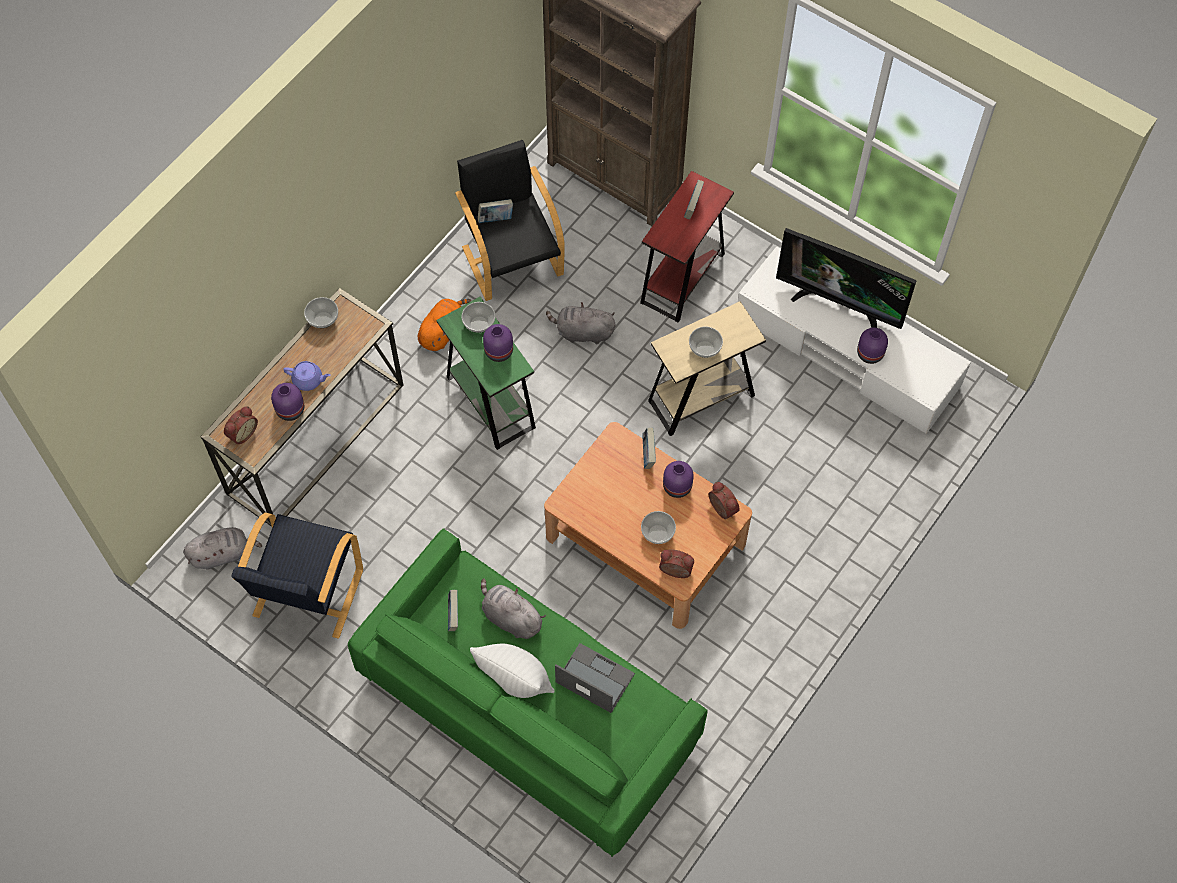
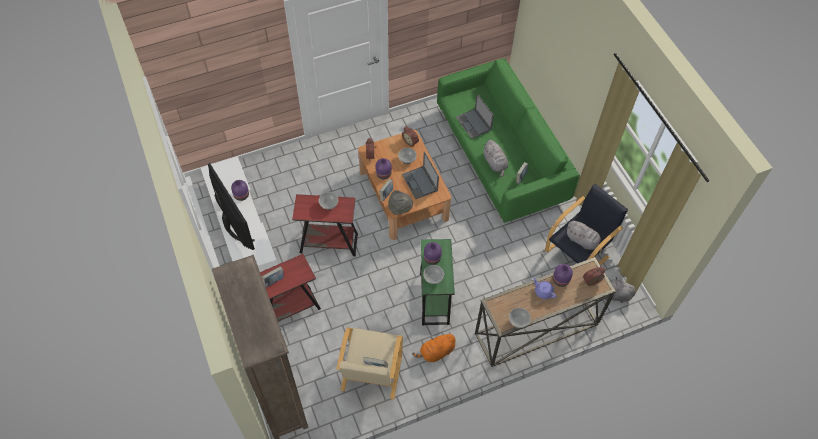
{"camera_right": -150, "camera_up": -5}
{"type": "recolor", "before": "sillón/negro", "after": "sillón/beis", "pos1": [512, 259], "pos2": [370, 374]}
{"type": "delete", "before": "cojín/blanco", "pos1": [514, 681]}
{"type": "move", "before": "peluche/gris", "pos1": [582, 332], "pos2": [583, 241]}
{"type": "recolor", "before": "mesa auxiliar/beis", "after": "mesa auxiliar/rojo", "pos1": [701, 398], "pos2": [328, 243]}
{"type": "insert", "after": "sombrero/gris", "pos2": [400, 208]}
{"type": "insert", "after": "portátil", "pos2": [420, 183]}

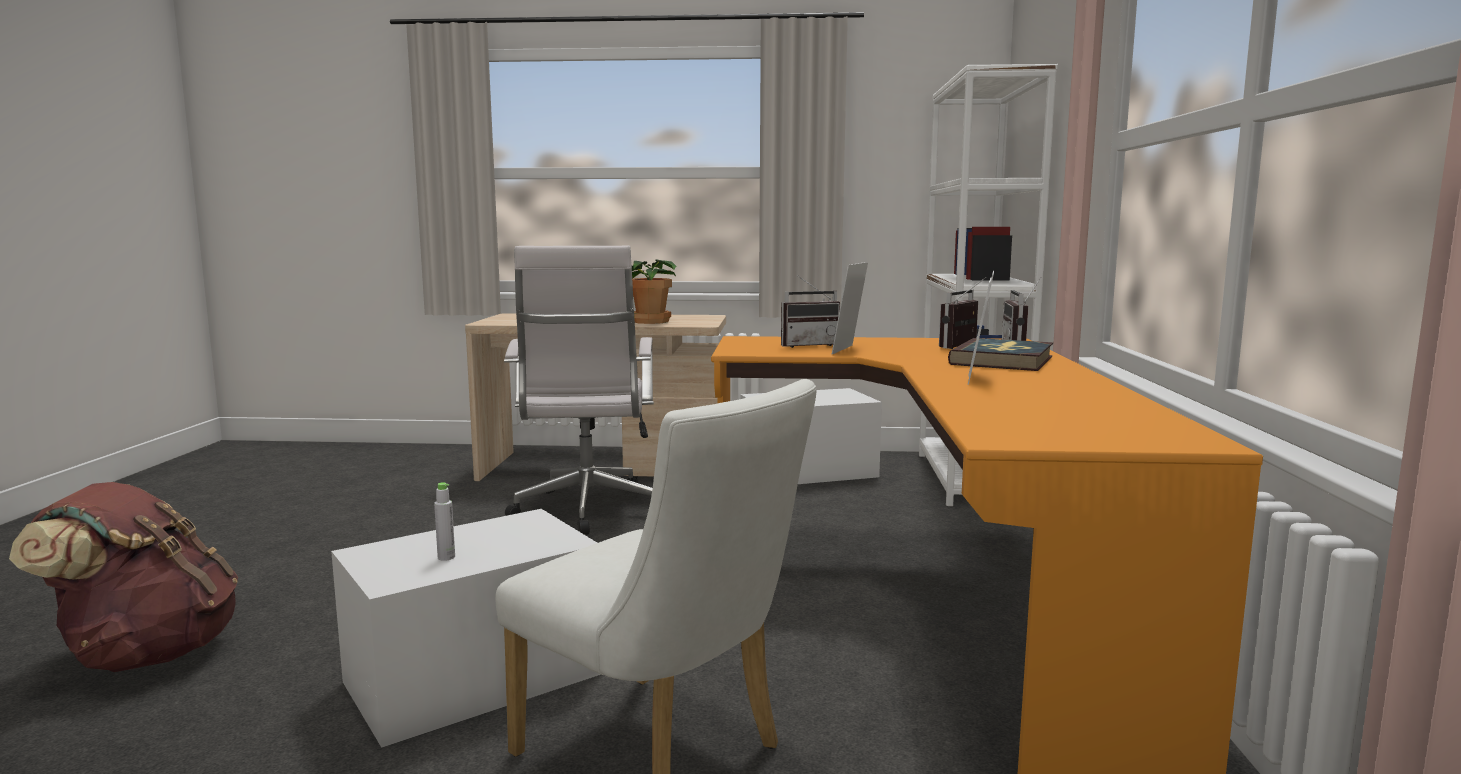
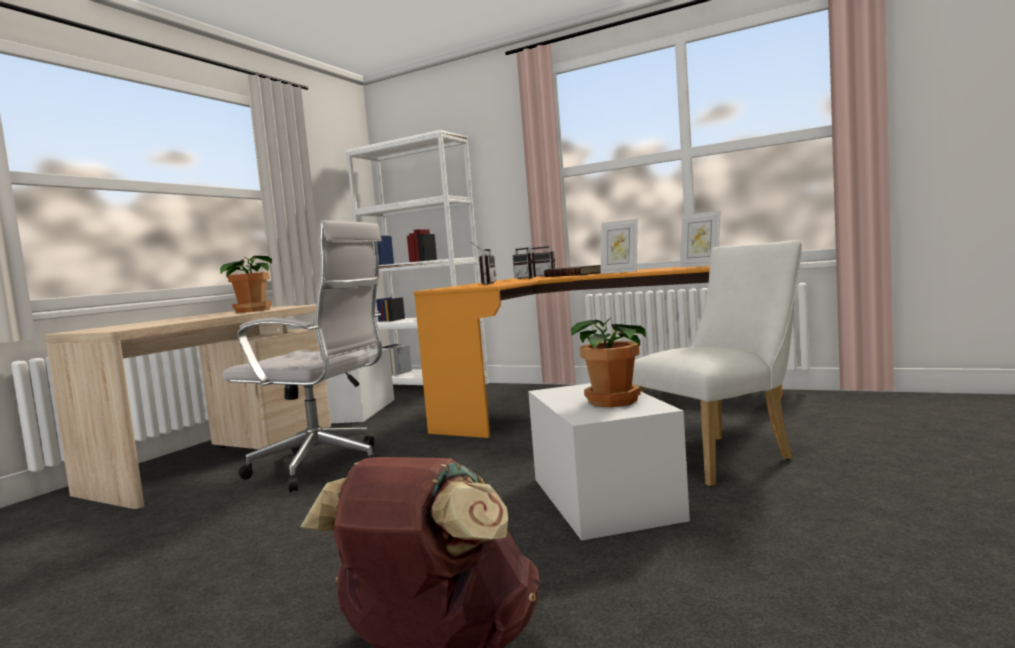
{"camera_right": -65, "camera_up": -5}
{"type": "replace", "before": "botella/gris", "after": "planta en maceta", "pos1": [446, 557], "pos2": [615, 401]}
{"type": "move", "before": "portarretratos", "pos1": [849, 350], "pos2": [701, 266]}

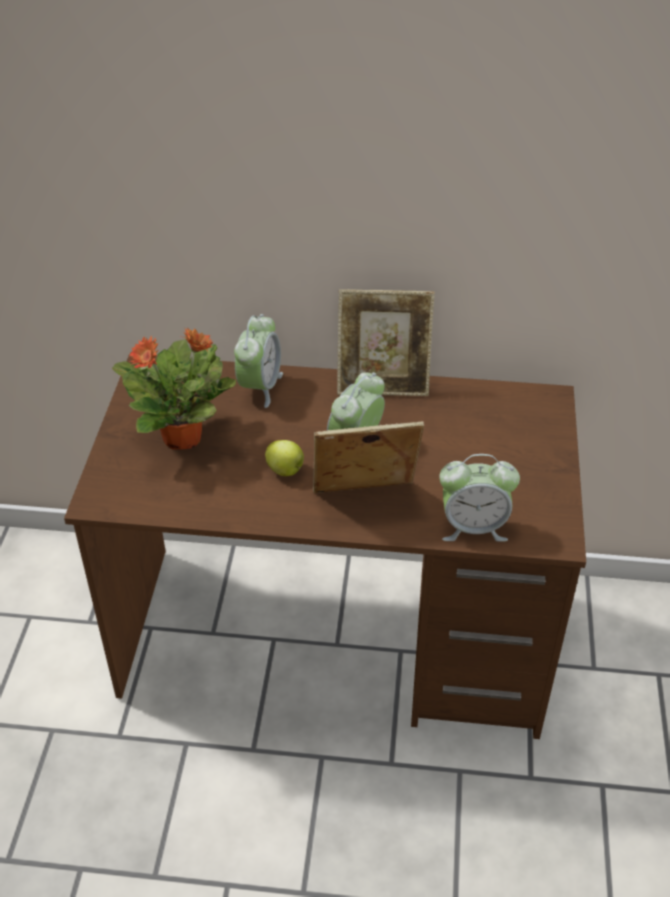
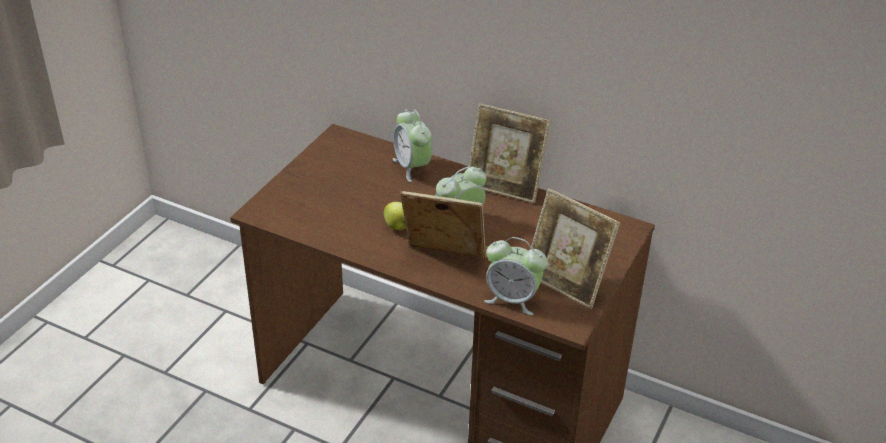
{"camera_right": 20, "camera_up": -5}
{"type": "delete", "before": "planta en maceta", "pos1": [184, 437]}
{"type": "rotate", "before": "despertador", "pos1": [260, 387], "pos2": [412, 167], "turn": 120}
{"type": "insert", "after": "portarretratos", "pos2": [565, 284]}

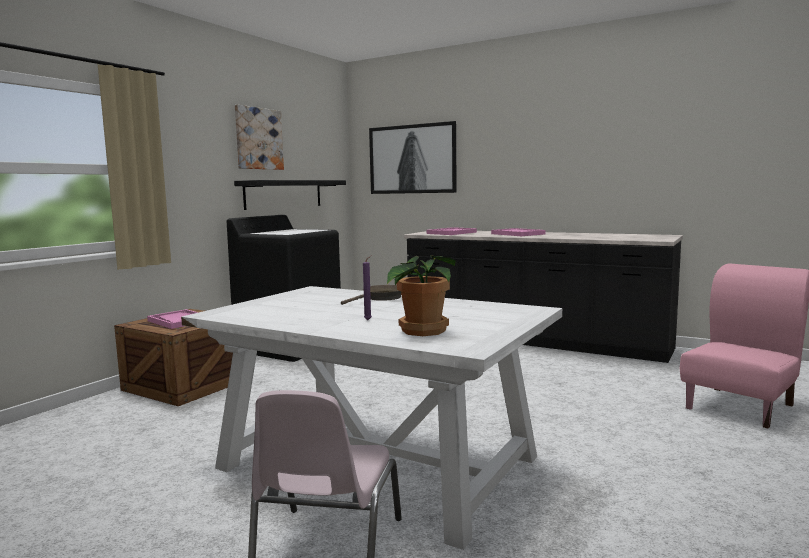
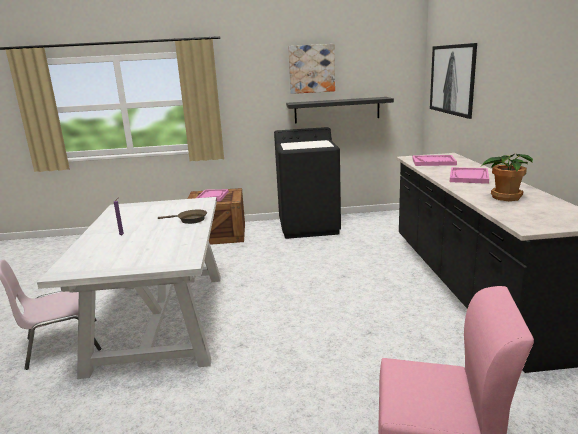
{"camera_right": 55, "camera_up": 10}
{"type": "move", "before": "planta en maceta", "pos1": [421, 331], "pos2": [505, 197]}

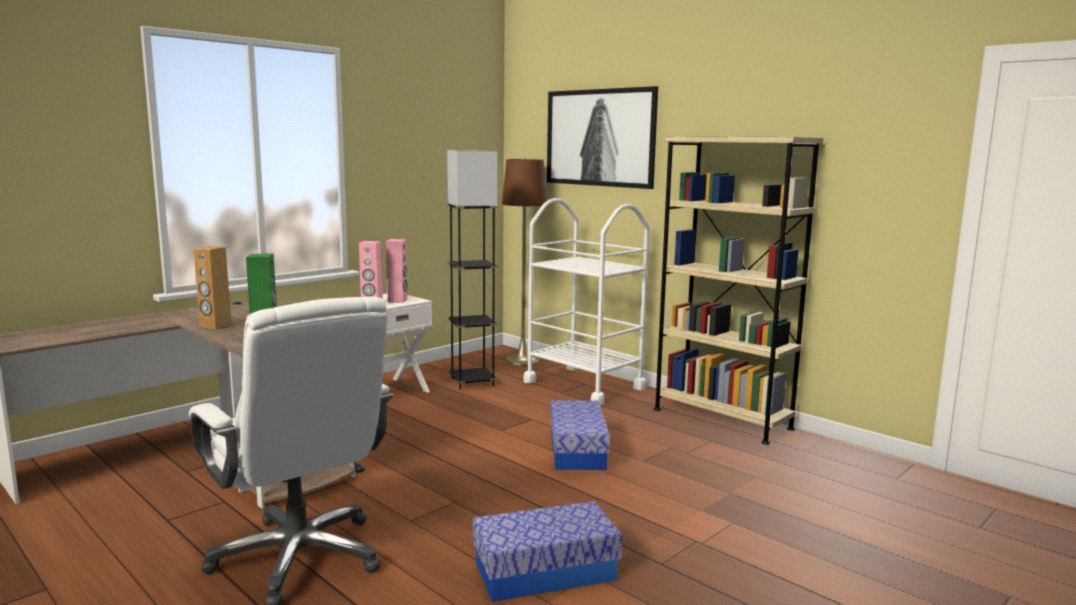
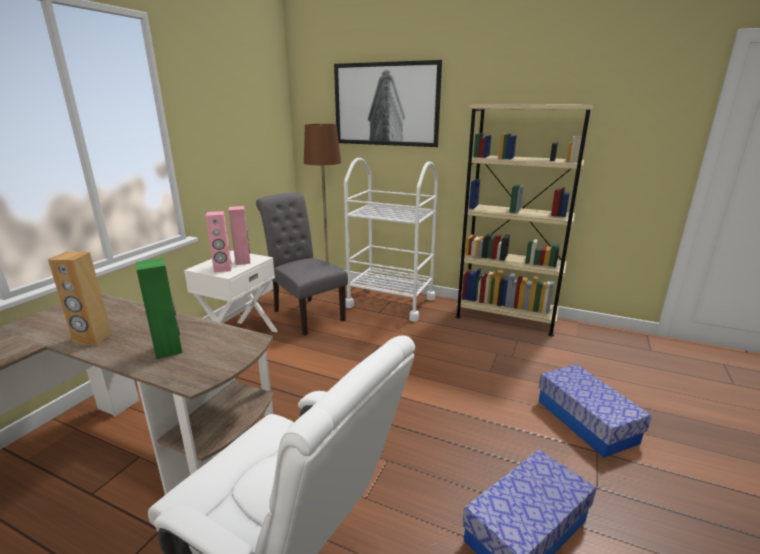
{"camera_right": -20, "camera_up": 10}
{"type": "replace", "before": "lámpara de pie/gris", "after": "silla/gris", "pos1": [472, 382], "pos2": [305, 314]}
{"type": "move", "before": "caja de almacenaje", "pos1": [577, 450], "pos2": [586, 421]}

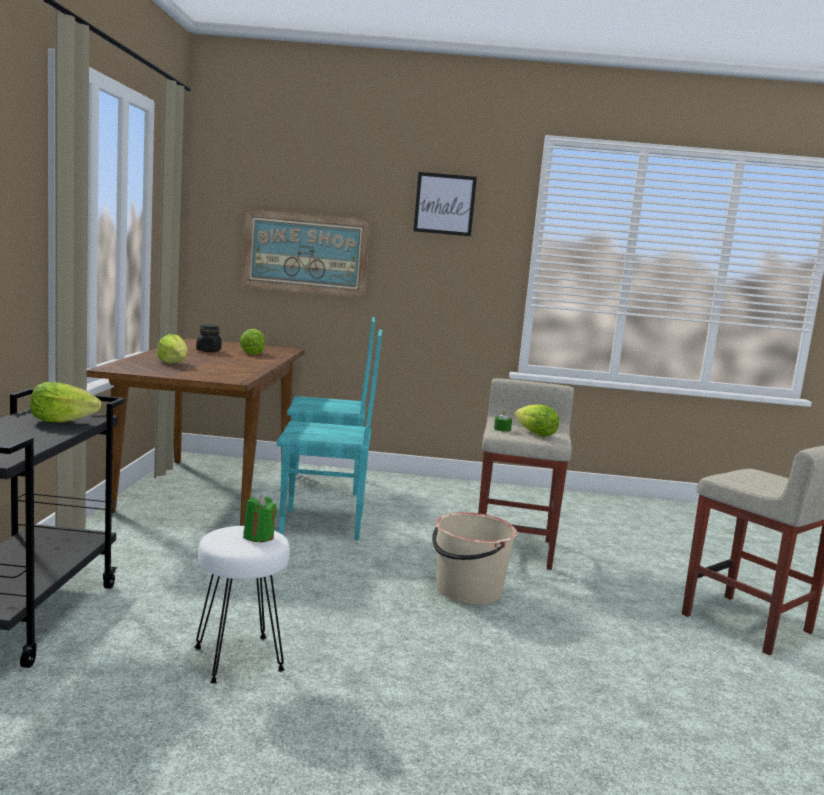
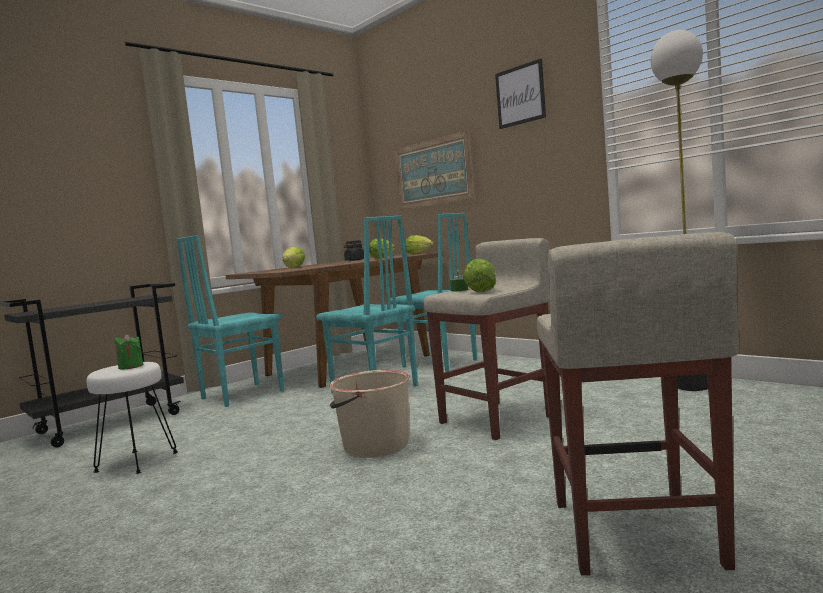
{"camera_right": 45, "camera_up": -5}
{"type": "move", "before": "lechuga", "pos1": [62, 421], "pos2": [418, 254]}
{"type": "insert", "after": "silla/turquesa", "pos2": [241, 394]}
{"type": "insert", "after": "lámpara de pie", "pos2": [693, 387]}

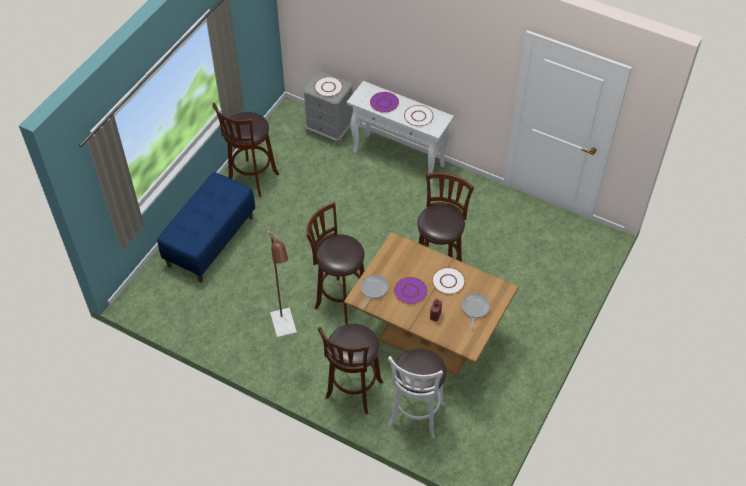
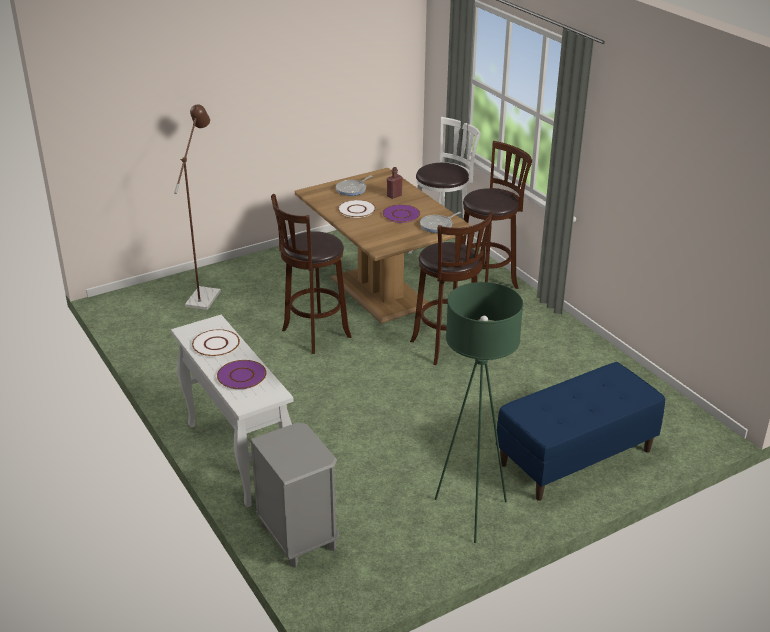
{"camera_right": -150, "camera_up": -20}
{"type": "replace", "before": "taburete/marrón", "after": "lámpara de pie/verde", "pos1": [251, 179], "pos2": [471, 513]}
{"type": "move", "before": "lámpara de pie/marrón", "pos1": [285, 328], "pos2": [205, 295]}
{"type": "delete", "before": "plato/blanco", "pos1": [328, 87]}

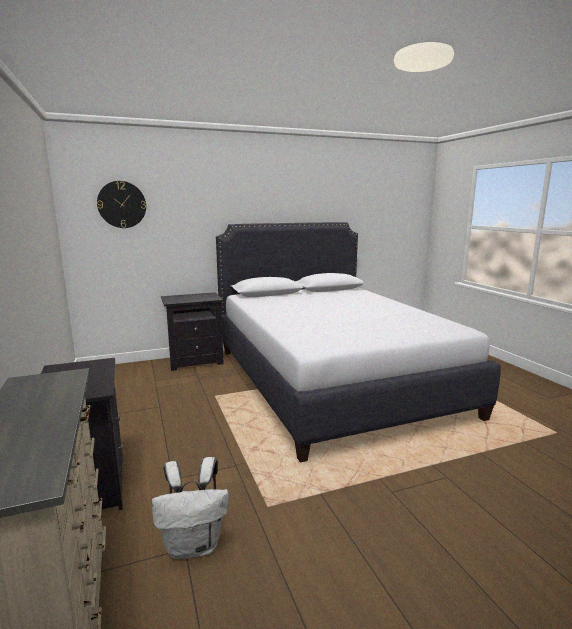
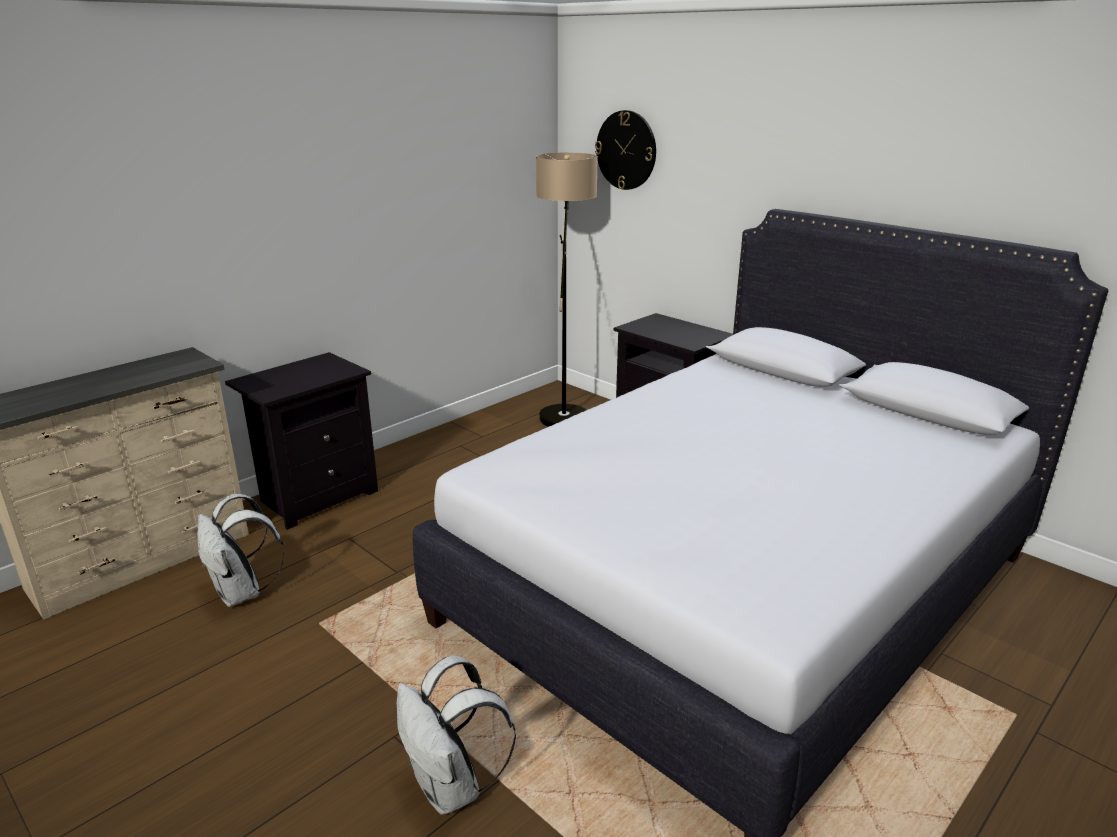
{"camera_right": 65, "camera_up": 10}
{"type": "insert", "after": "mochila/blanco", "pos2": [452, 788]}
{"type": "insert", "after": "lámpara de pie", "pos2": [565, 410]}

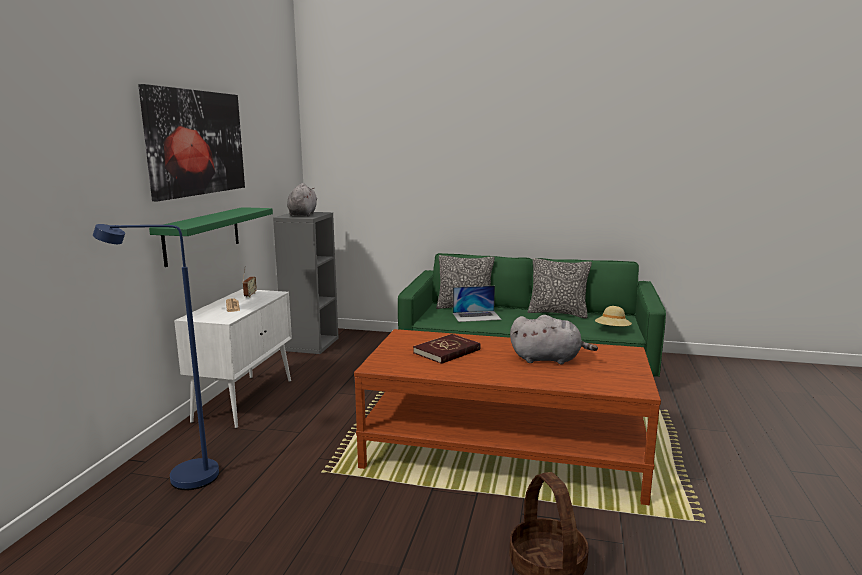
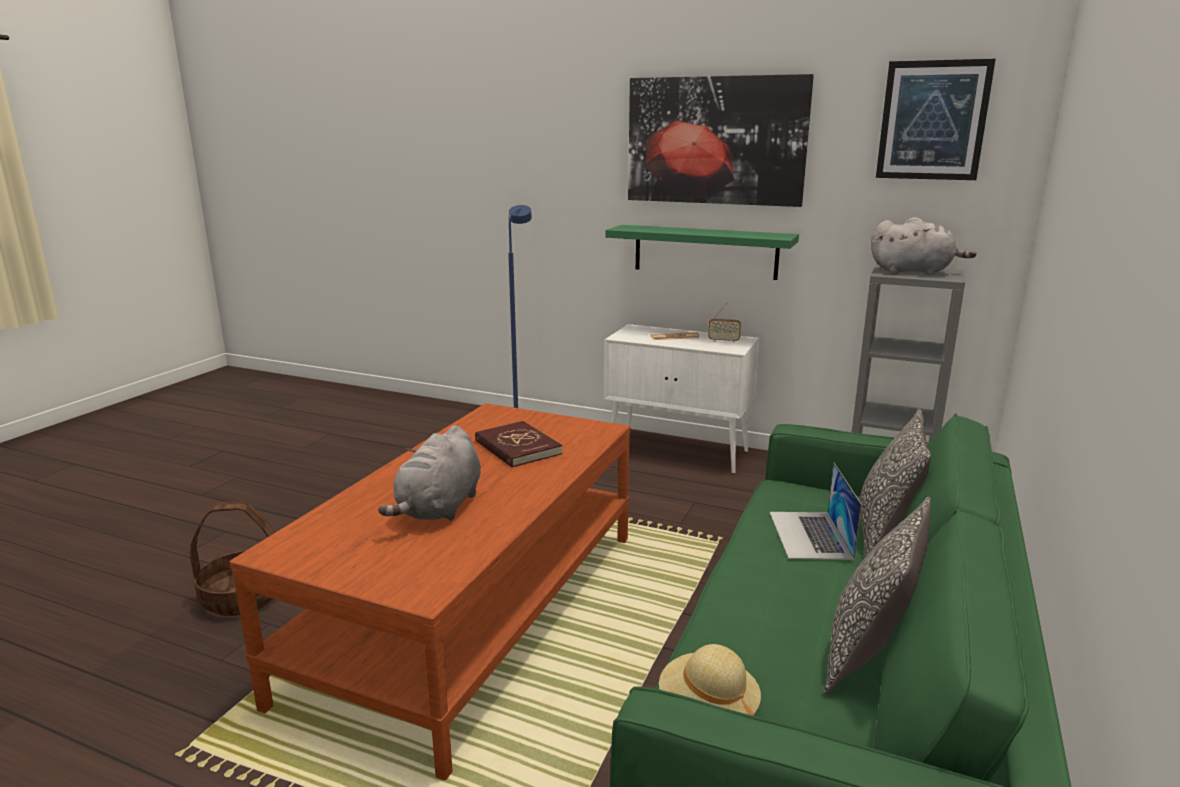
{"camera_right": 100, "camera_up": 5}
{"type": "insert", "after": "cuadro", "pos2": [932, 120]}

